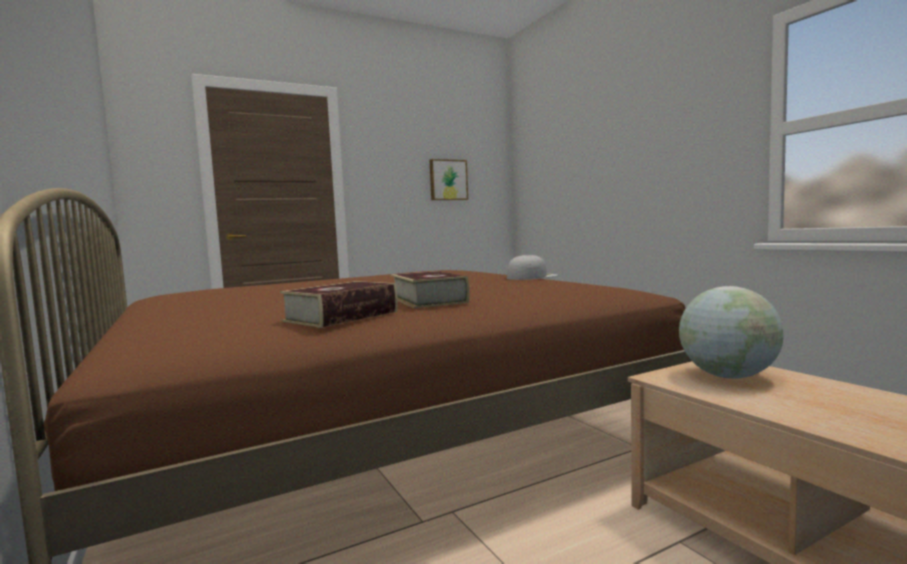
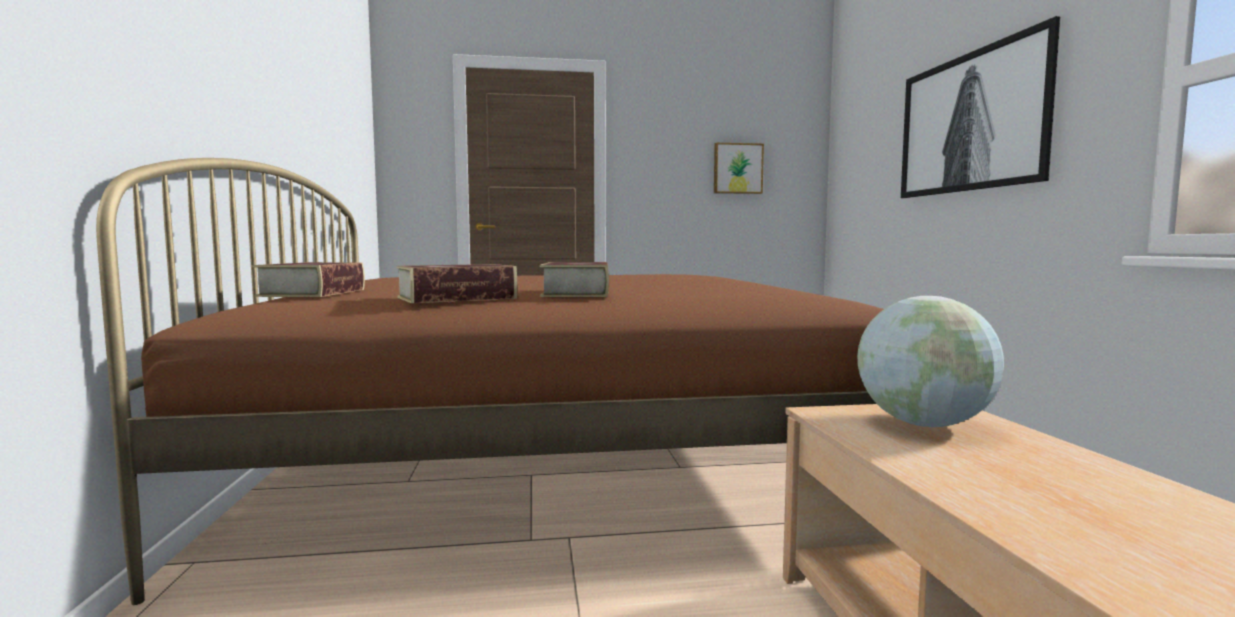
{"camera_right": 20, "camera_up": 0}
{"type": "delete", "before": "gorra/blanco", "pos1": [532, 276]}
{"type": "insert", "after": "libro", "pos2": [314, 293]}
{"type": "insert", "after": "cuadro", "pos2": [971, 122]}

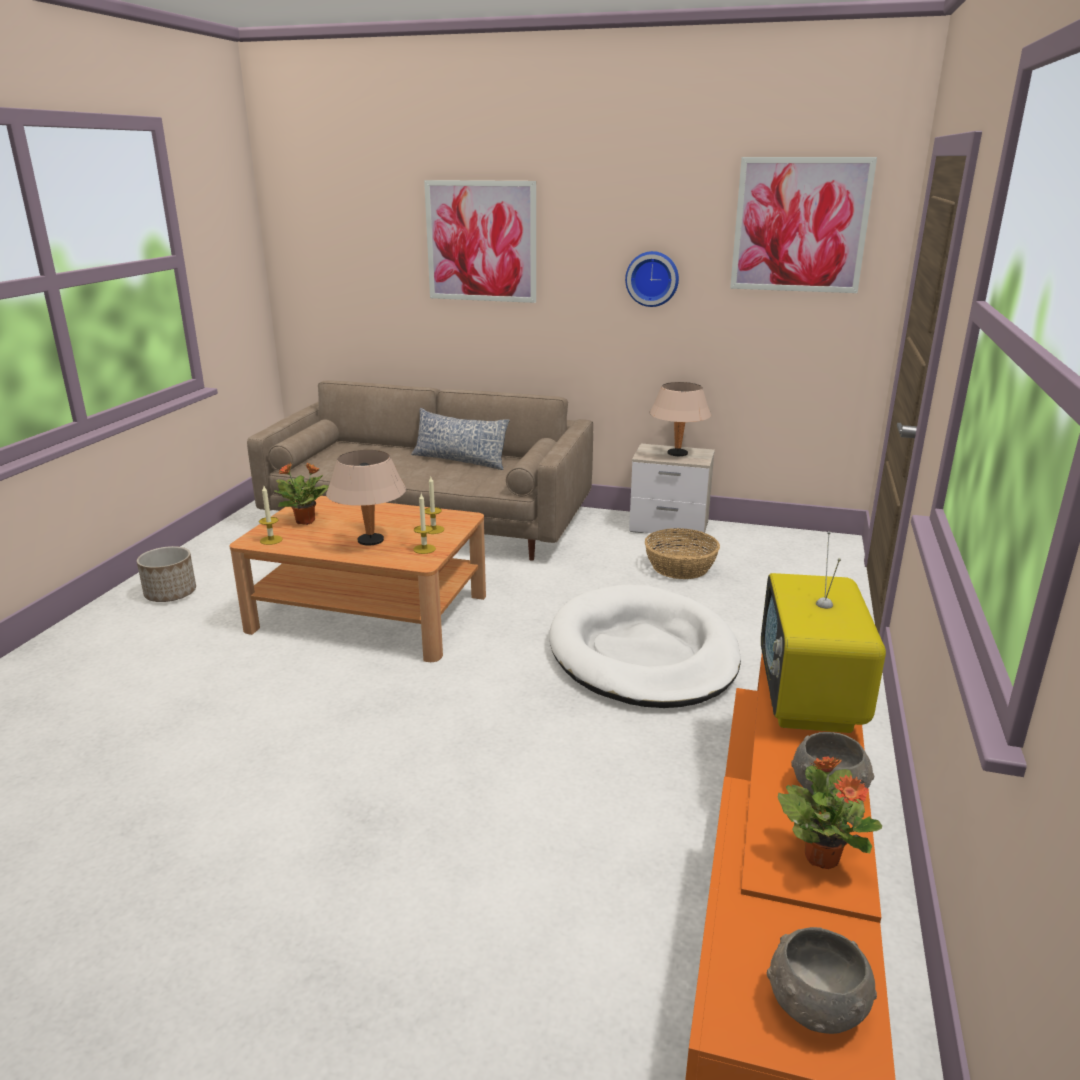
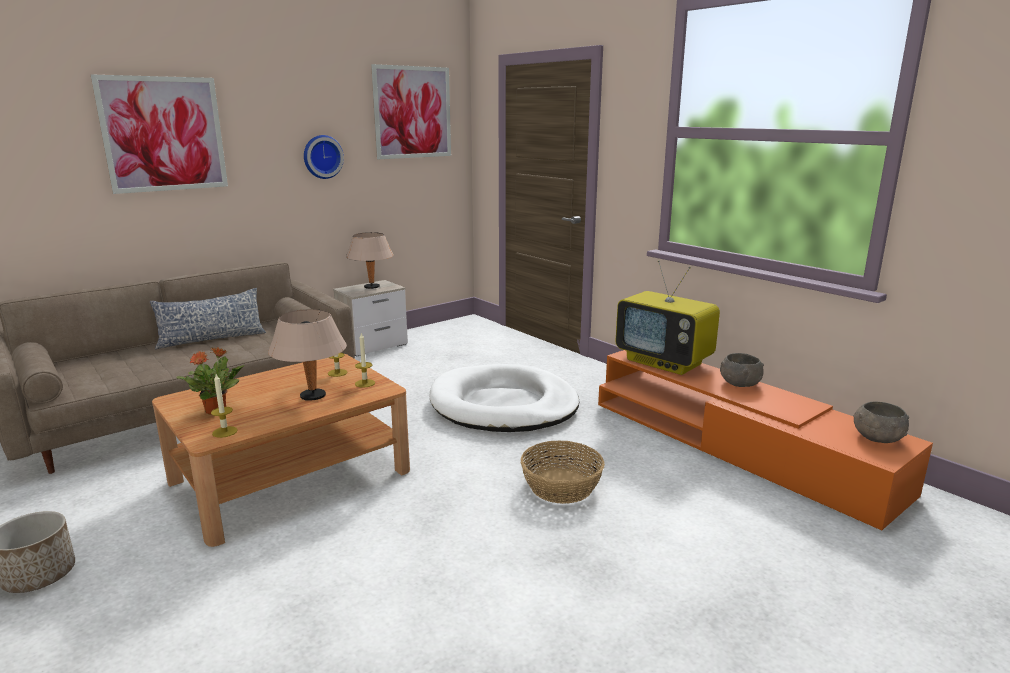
{"camera_right": -55, "camera_up": -5}
{"type": "move", "before": "cesta", "pos1": [680, 567], "pos2": [562, 486]}
{"type": "delete", "before": "planta en maceta", "pos1": [821, 856]}

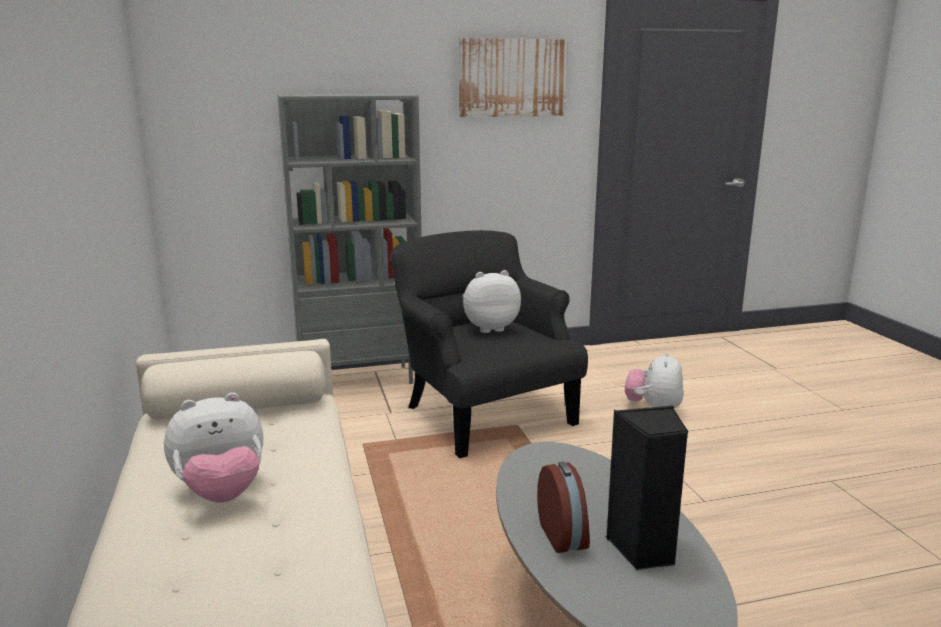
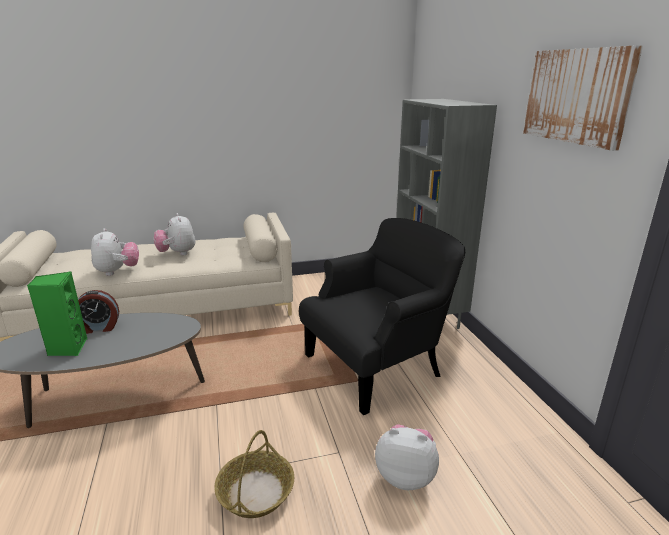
{"camera_right": 90, "camera_up": 5}
{"type": "move", "before": "peluche", "pos1": [489, 328], "pos2": [117, 272]}
{"type": "recolor", "before": "altavoz/negro", "after": "altavoz/verde", "pos1": [642, 550], "pos2": [67, 348]}
{"type": "insert", "after": "cesta", "pos2": [255, 491]}

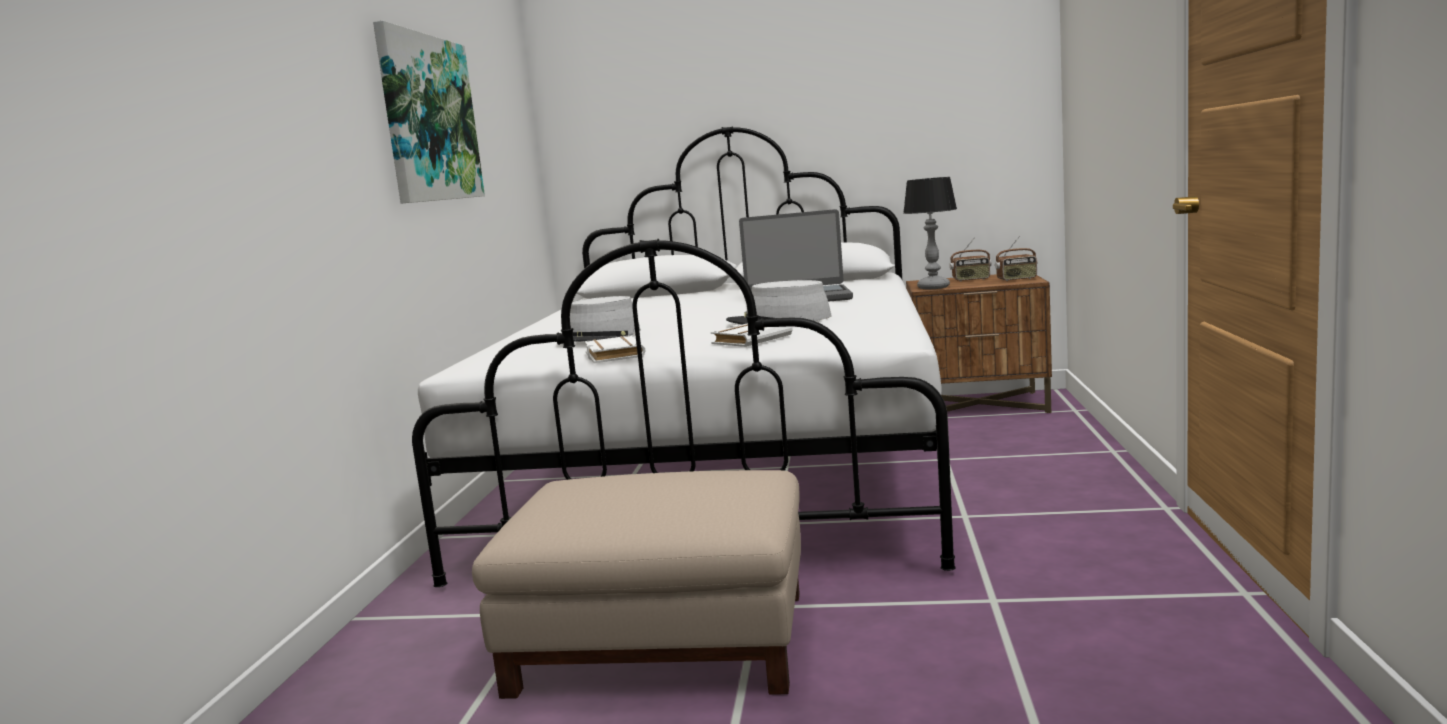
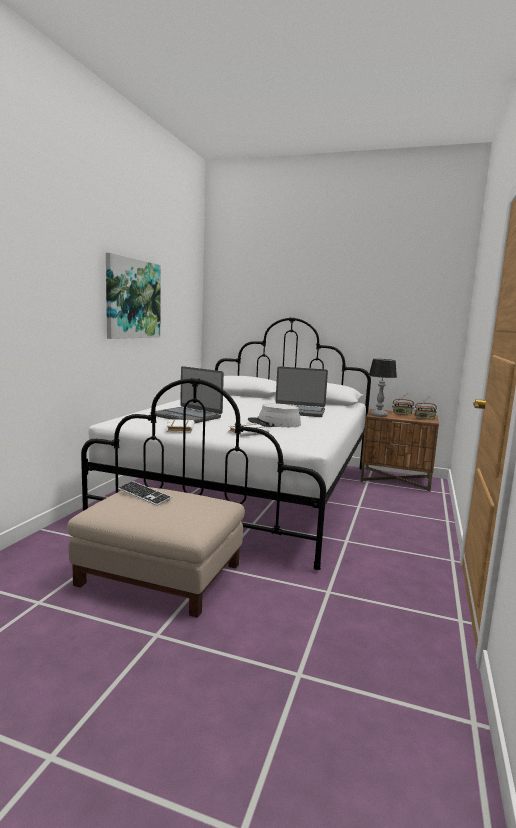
{"camera_right": 10, "camera_up": 0}
{"type": "replace", "before": "sombrero/gris", "after": "portátil", "pos1": [599, 337], "pos2": [187, 416]}
{"type": "insert", "after": "teclado", "pos2": [144, 495]}

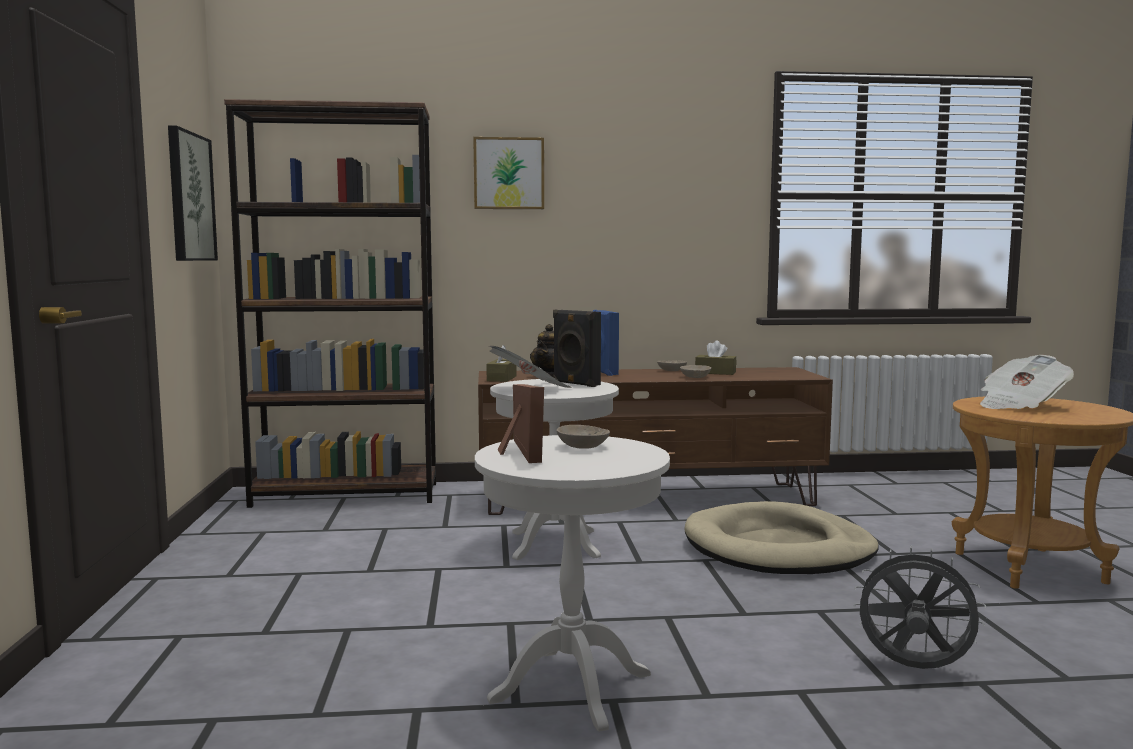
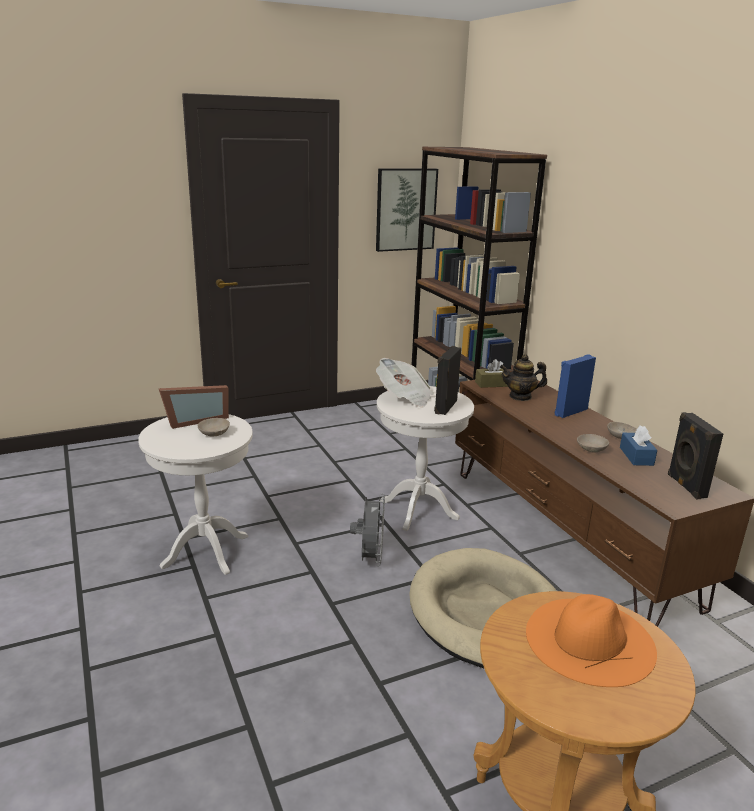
{"camera_right": 70, "camera_up": 15}
{"type": "delete", "before": "cuadro", "pos1": [508, 173]}
{"type": "recolor", "before": "caja de pañuelos/marrón", "after": "caja de pañuelos/azul", "pos1": [715, 372], "pos2": [636, 456]}
{"type": "move", "before": "ventilador/gris", "pos1": [913, 669], "pos2": [370, 558]}
{"type": "replace", "before": "periódico", "after": "sombrero/naranja", "pos1": [1020, 405], "pos2": [589, 640]}
{"type": "insert", "after": "altavoz/negro", "pos2": [685, 486]}

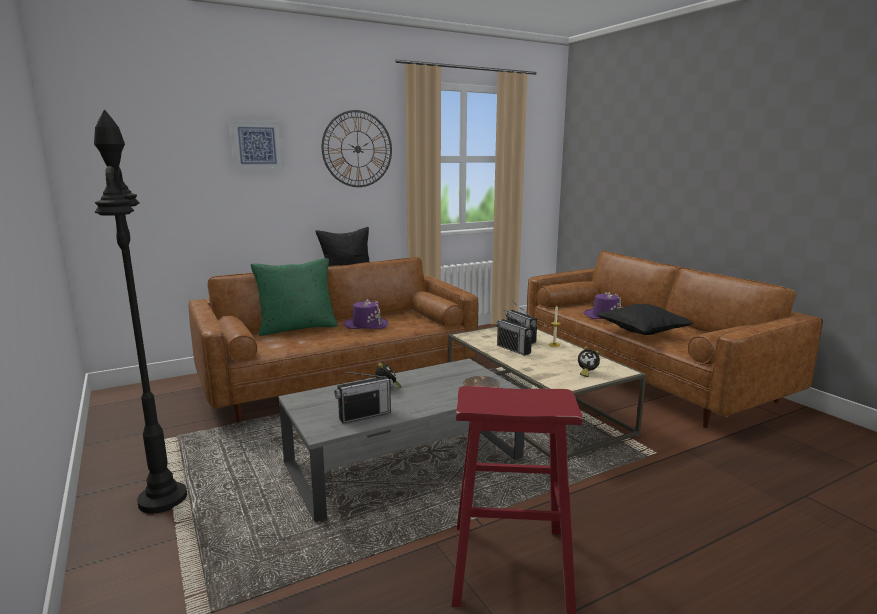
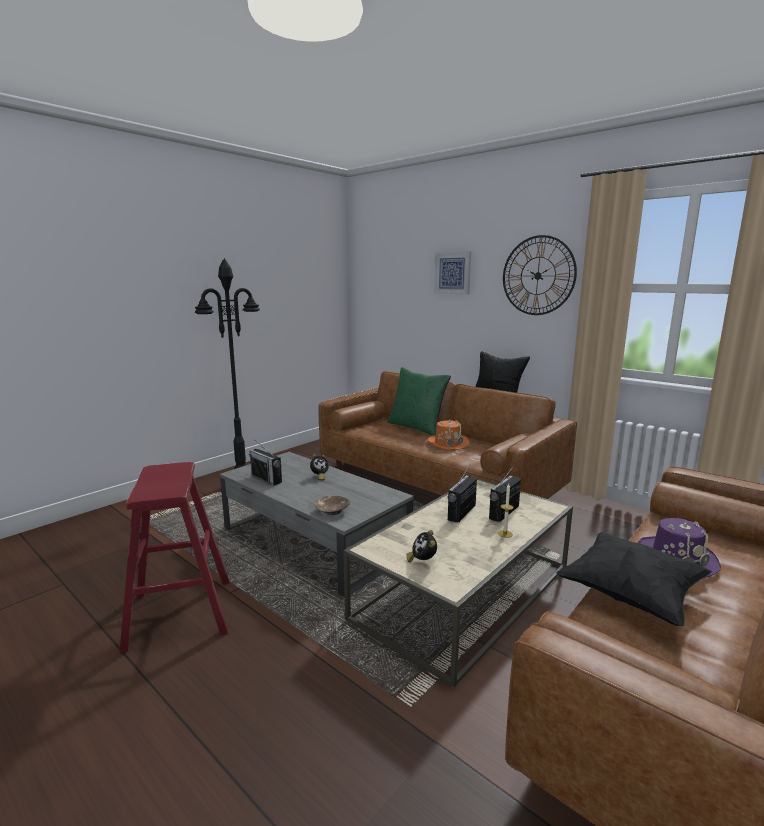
{"camera_right": 70, "camera_up": 0}
{"type": "recolor", "before": "sombrero/morado", "after": "sombrero/naranja", "pos1": [366, 325], "pos2": [447, 443]}

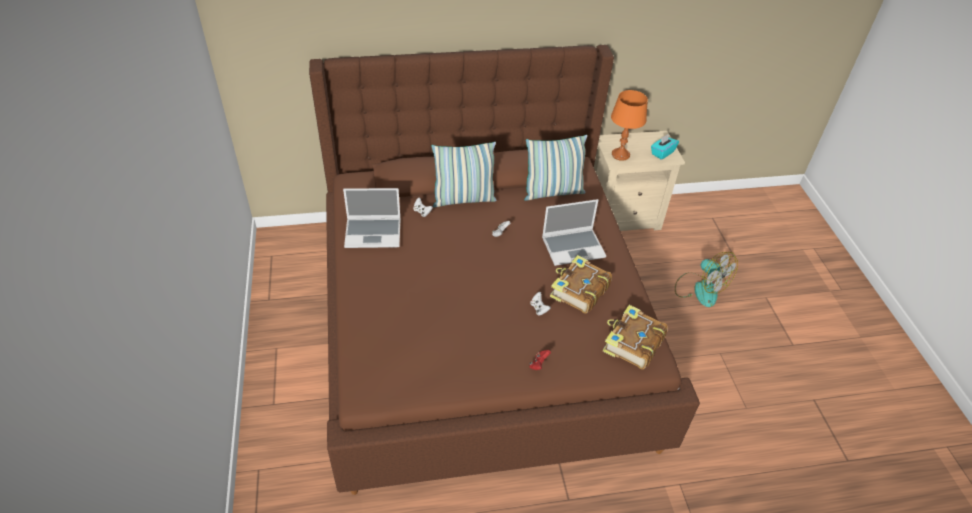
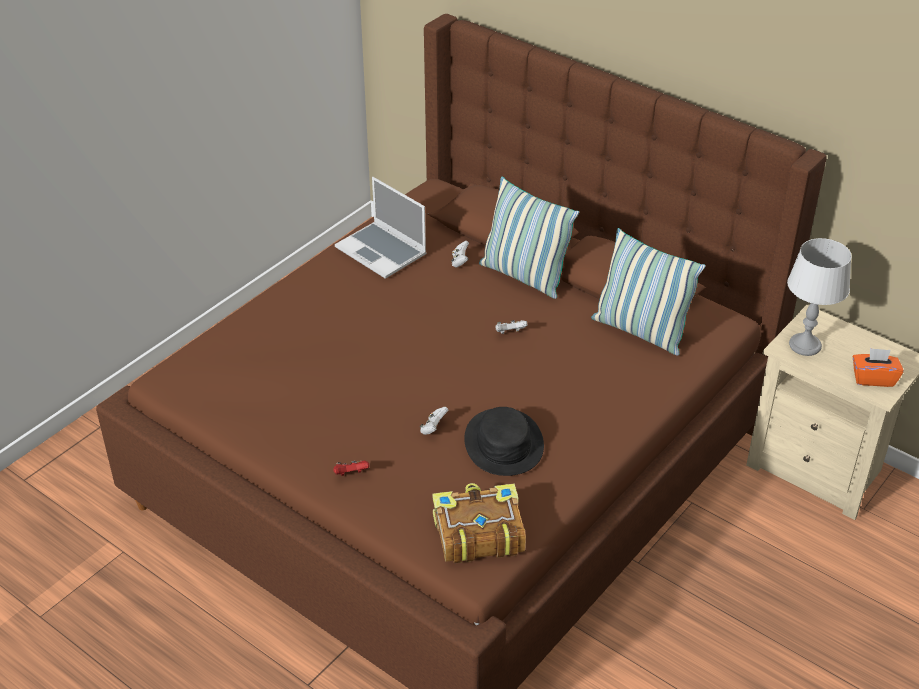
{"camera_right": 50, "camera_up": -5}
{"type": "delete", "before": "portátil", "pos1": [573, 247]}
{"type": "replace", "before": "libro", "after": "sombrero/negro", "pos1": [578, 291], "pos2": [503, 443]}
{"type": "recolor", "before": "lámpara de mesa/naranja", "after": "lámpara de mesa/gris", "pos1": [620, 155], "pos2": [804, 345]}
{"type": "recolor", "before": "caja de pañuelos/turquesa", "after": "caja de pañuelos/naranja", "pos1": [662, 153], "pos2": [873, 378]}
{"type": "delete", "before": "ventilador", "pos1": [700, 289]}

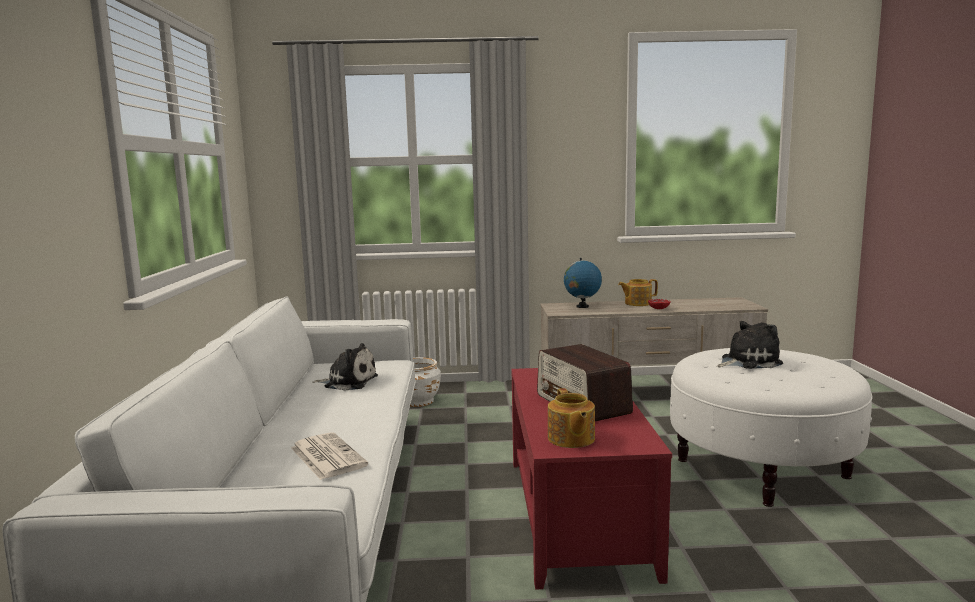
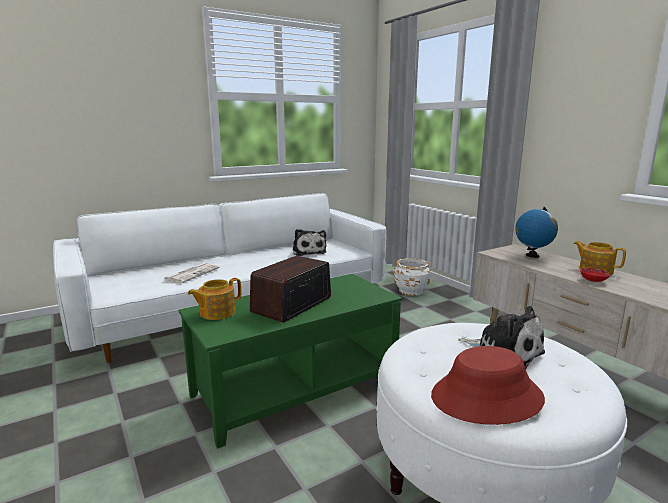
{"camera_right": 60, "camera_up": 5}
{"type": "recolor", "before": "mesa de centro/rojo", "after": "mesa de centro/verde", "pos1": [576, 513], "pos2": [296, 387]}
{"type": "insert", "after": "sombrero/rojo", "pos2": [486, 398]}

